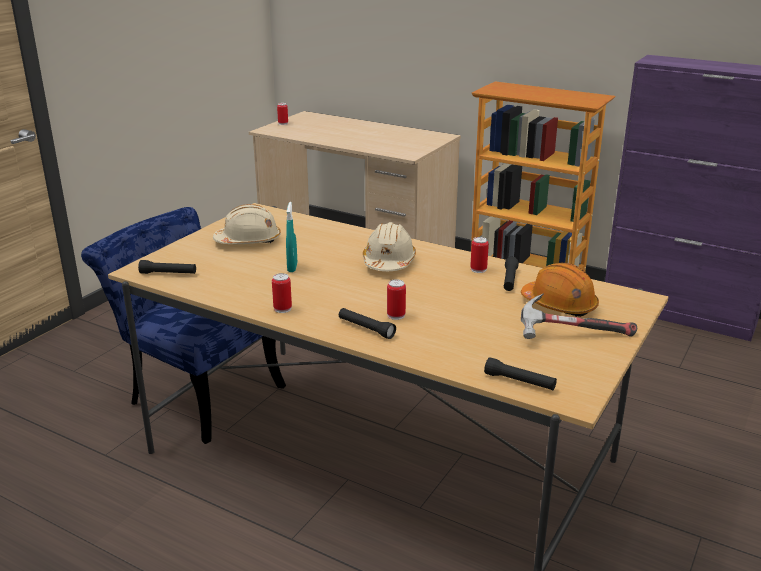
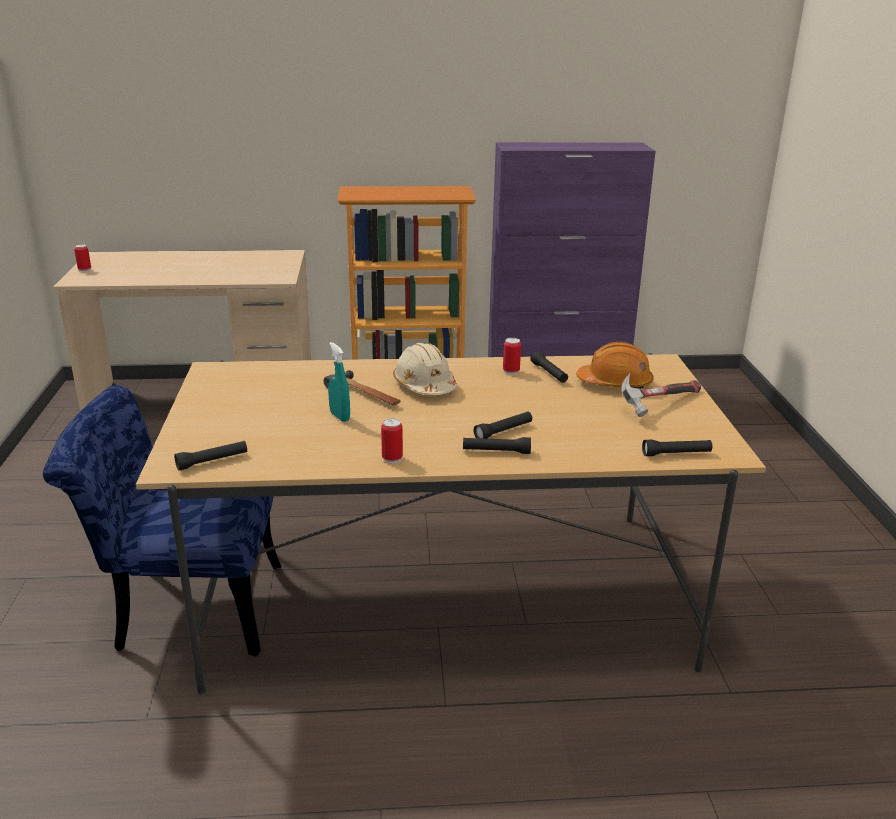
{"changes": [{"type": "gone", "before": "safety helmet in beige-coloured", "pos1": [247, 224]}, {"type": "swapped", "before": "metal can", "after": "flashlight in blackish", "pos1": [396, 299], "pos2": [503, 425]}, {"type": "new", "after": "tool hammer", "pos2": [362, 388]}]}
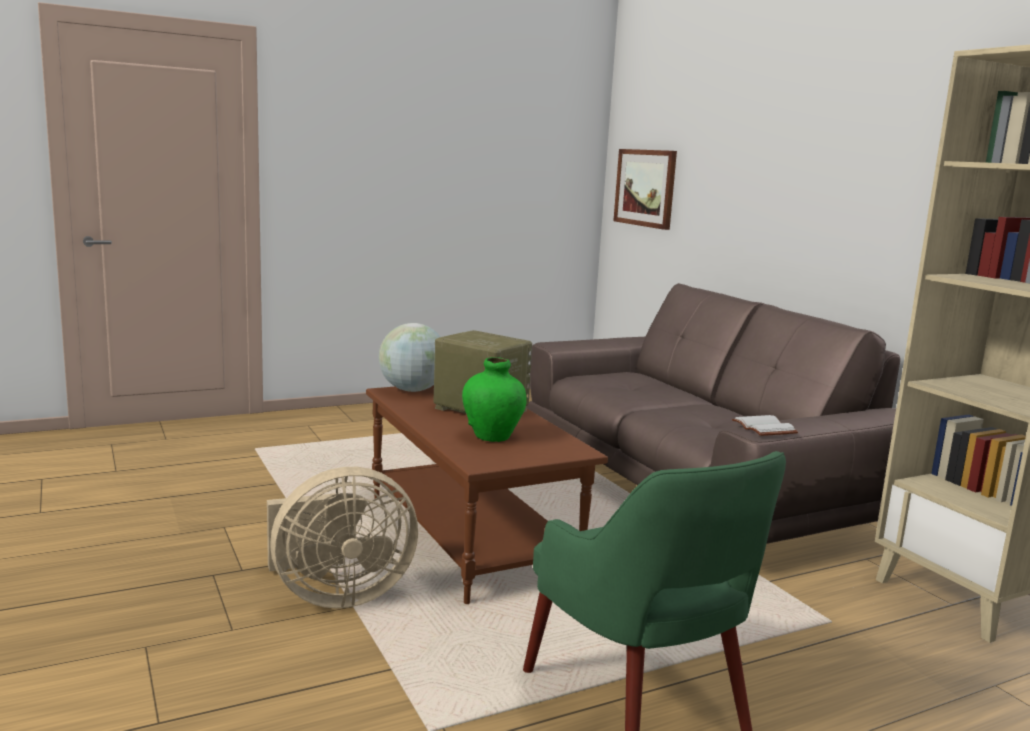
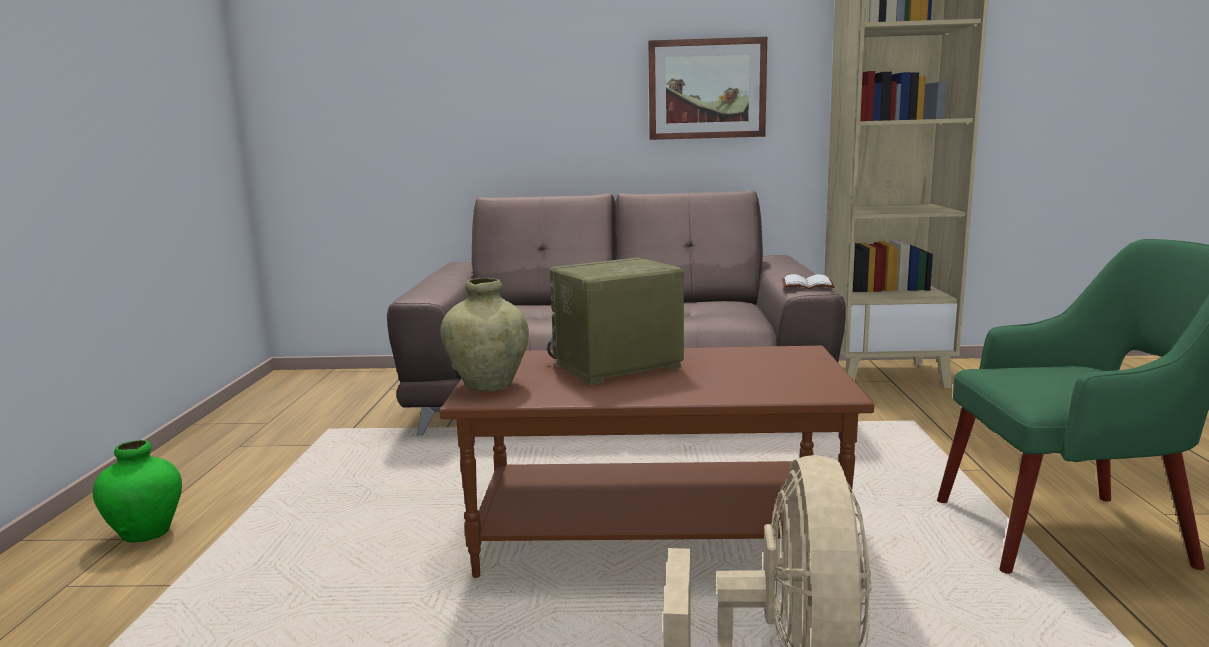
{"changes": [{"type": "shifted", "before": "wall art", "pos1": [645, 189], "pos2": [707, 88]}, {"type": "swapped", "before": "globe", "after": "vase in beige-coloured", "pos1": [409, 357], "pos2": [485, 334]}, {"type": "shifted", "before": "vase in greenish", "pos1": [494, 399], "pos2": [137, 491]}]}
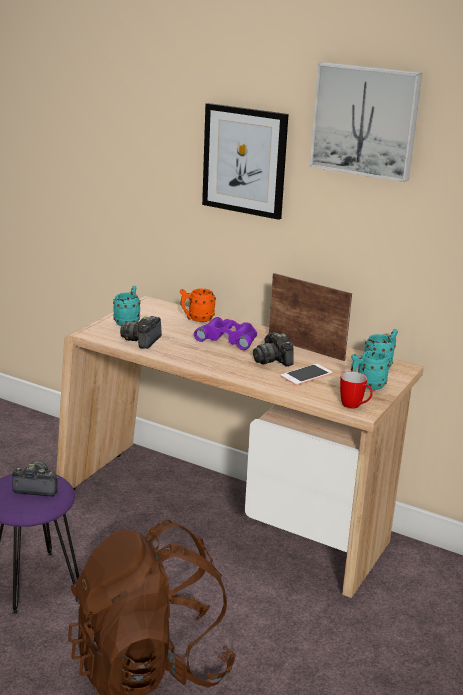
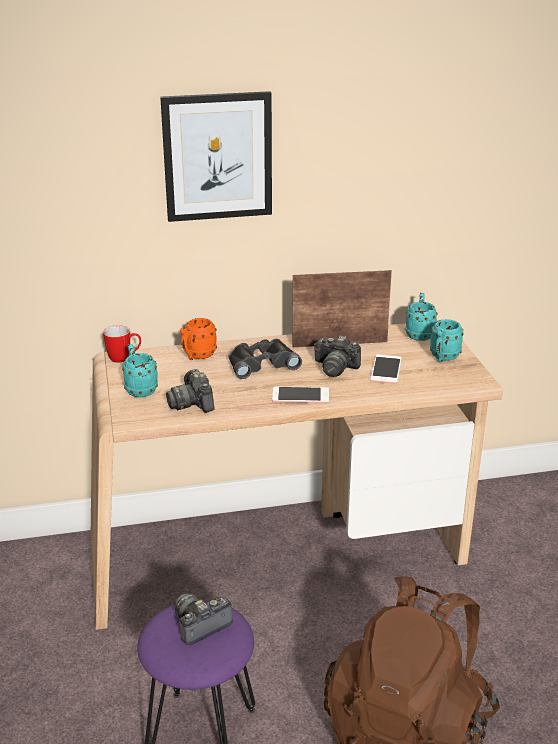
{"changes": [{"type": "gone", "before": "wall art", "pos1": [366, 122]}, {"type": "repainted", "before": "pair of binoculars in purple", "after": "pair of binoculars in blackish", "pos1": [225, 333], "pos2": [265, 359]}, {"type": "shifted", "before": "coffee mug", "pos1": [356, 390], "pos2": [122, 344]}, {"type": "new", "after": "telephone", "pos2": [300, 395]}]}
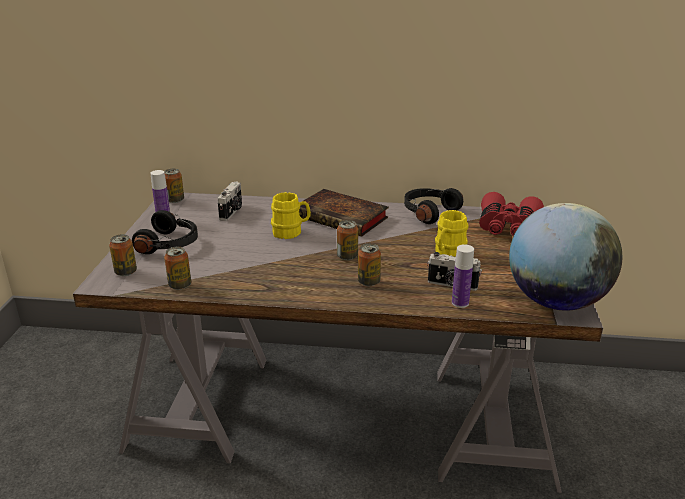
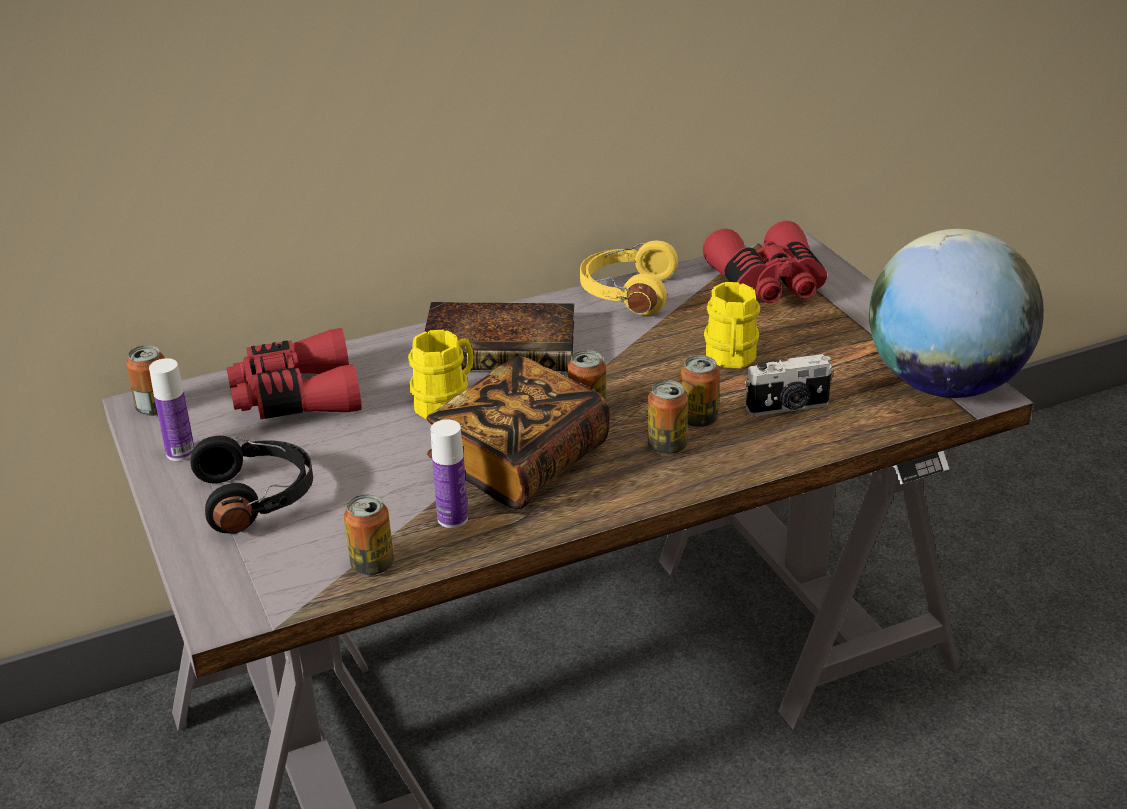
{"changes": [{"type": "swapped", "before": "still camera", "after": "pair of binoculars in red", "pos1": [229, 201], "pos2": [294, 373]}, {"type": "repainted", "before": "pair of headphones in blackish", "after": "pair of headphones in yellow-coloured", "pos1": [433, 206], "pos2": [629, 278]}, {"type": "shifted", "before": "metal can", "pos1": [123, 255], "pos2": [700, 391]}, {"type": "shifted", "before": "drink bottle", "pos1": [463, 276], "pos2": [449, 473]}, {"type": "new", "after": "book", "pos2": [518, 432]}]}
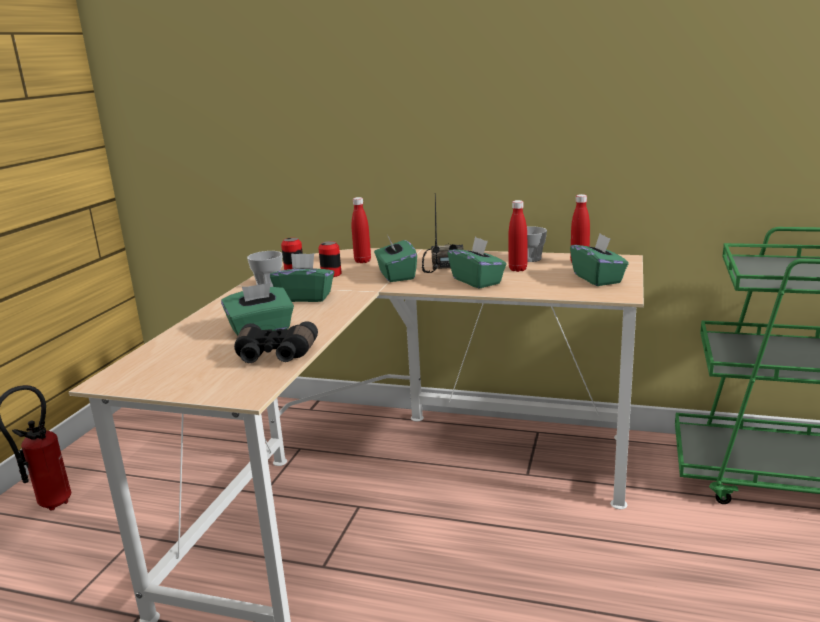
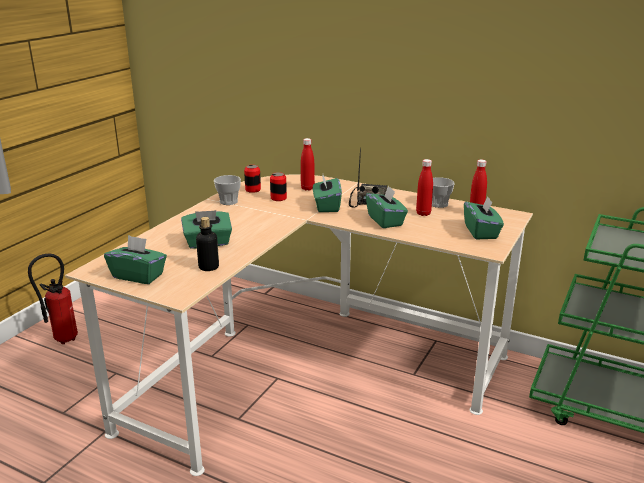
{"changes": [{"type": "shifted", "before": "tissue holder in greenish", "pos1": [302, 277], "pos2": [135, 259]}, {"type": "swapped", "before": "pair of binoculars in blackish", "after": "drink bottle", "pos1": [276, 342], "pos2": [207, 244]}]}
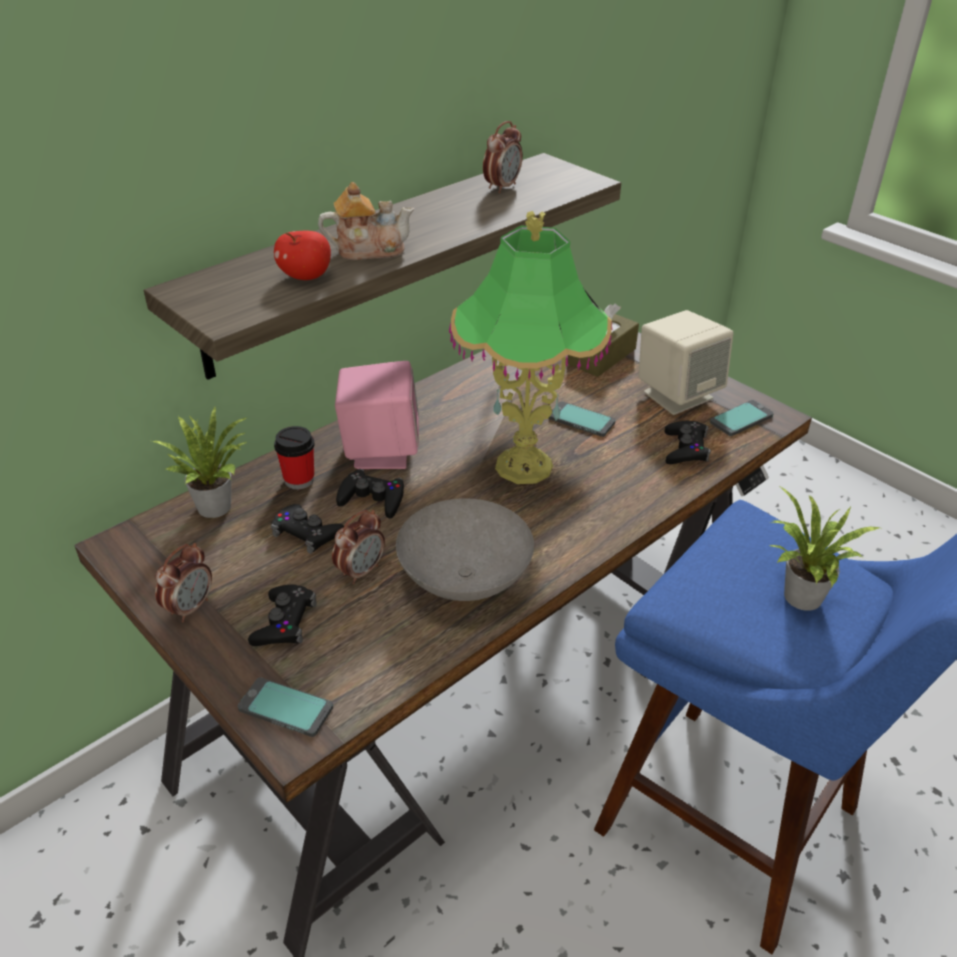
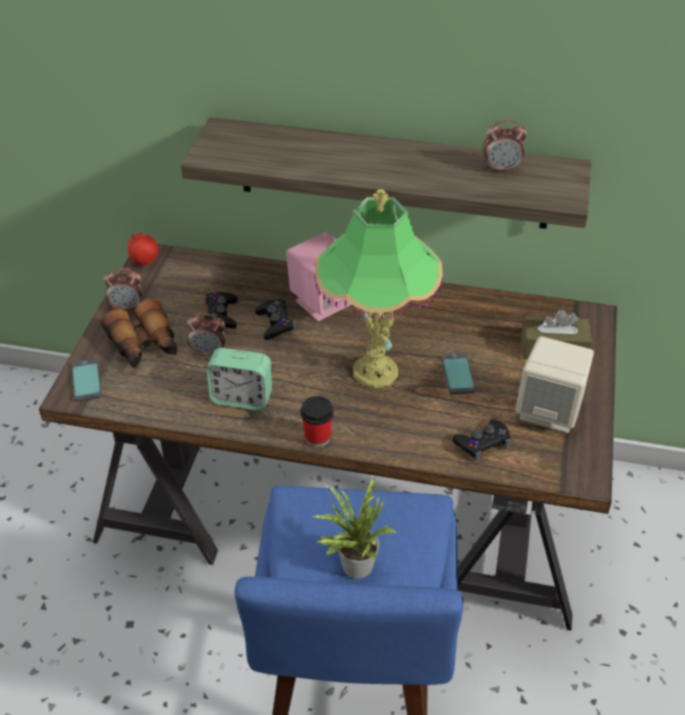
{"changes": [{"type": "gone", "before": "pot for tea", "pos1": [366, 221]}, {"type": "shifted", "before": "apple", "pos1": [302, 255], "pos2": [143, 249]}, {"type": "gone", "before": "telephone", "pos1": [742, 418]}, {"type": "gone", "before": "plant in a pot", "pos1": [200, 462]}, {"type": "shifted", "before": "small cup", "pos1": [294, 457], "pos2": [317, 421]}, {"type": "swapped", "before": "bowl in grey", "after": "alarm clock", "pos1": [465, 549], "pos2": [239, 379]}, {"type": "swapped", "before": "gamepad in blackish", "after": "pair of binoculars", "pos1": [282, 615], "pos2": [139, 333]}]}
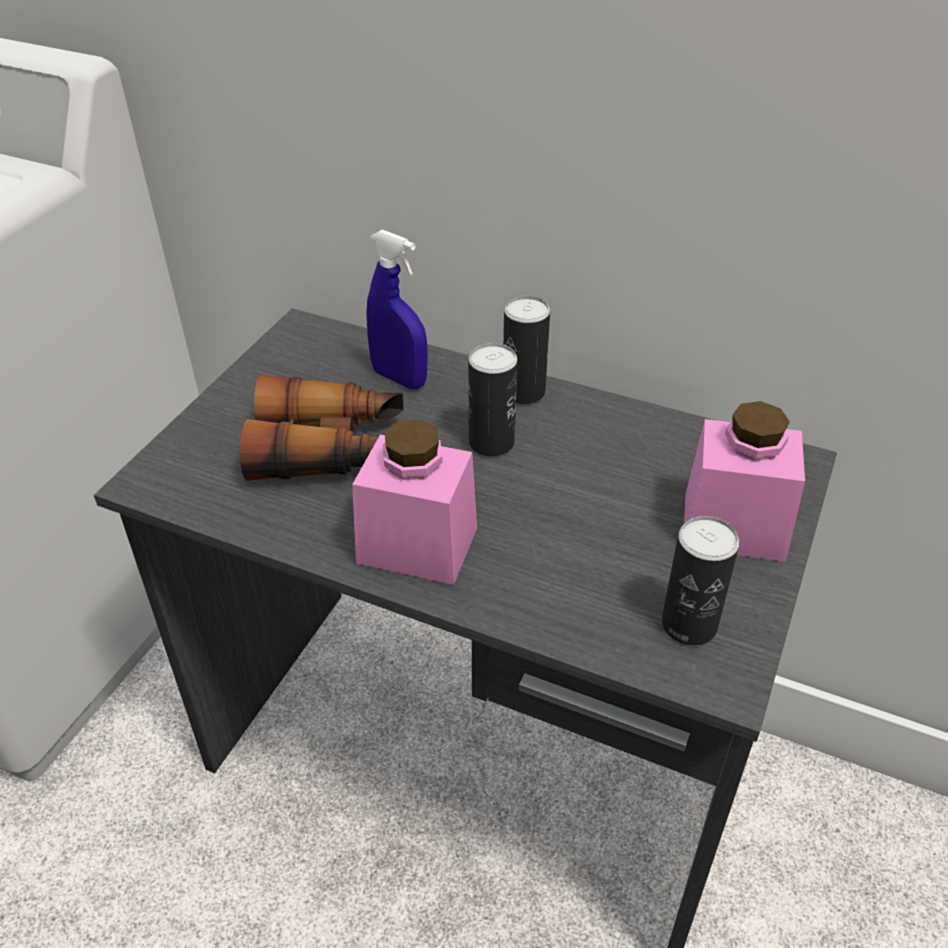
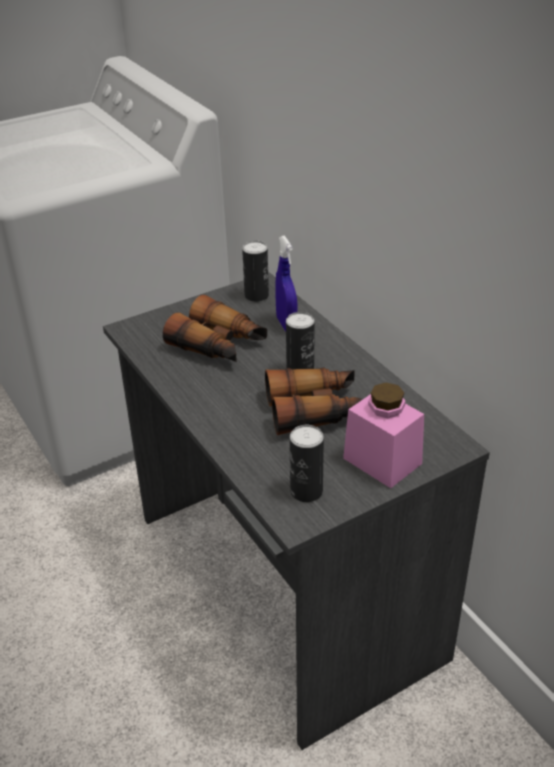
{"changes": [{"type": "shifted", "before": "metal can", "pos1": [526, 350], "pos2": [255, 271]}, {"type": "gone", "before": "preserve jar in pink", "pos1": [414, 502]}, {"type": "new", "after": "pair of binoculars", "pos2": [314, 401]}]}
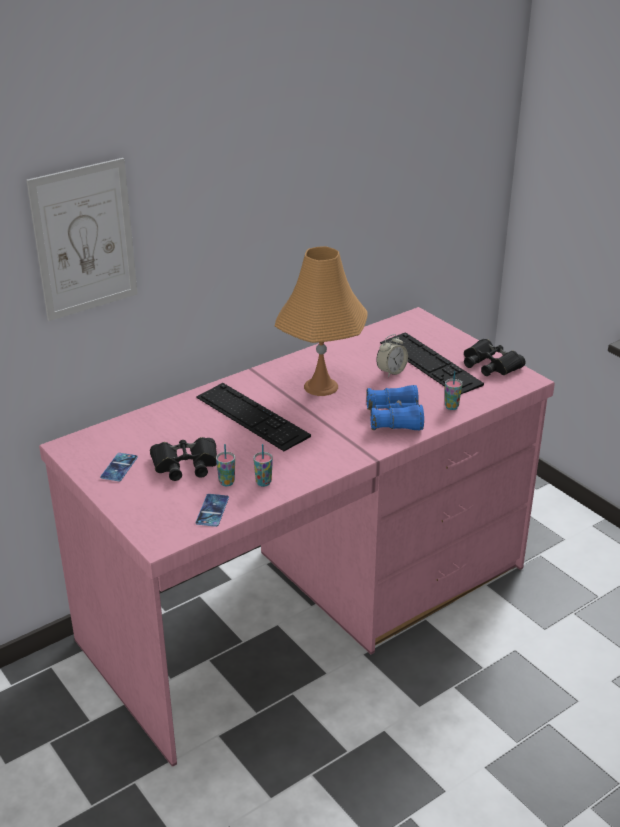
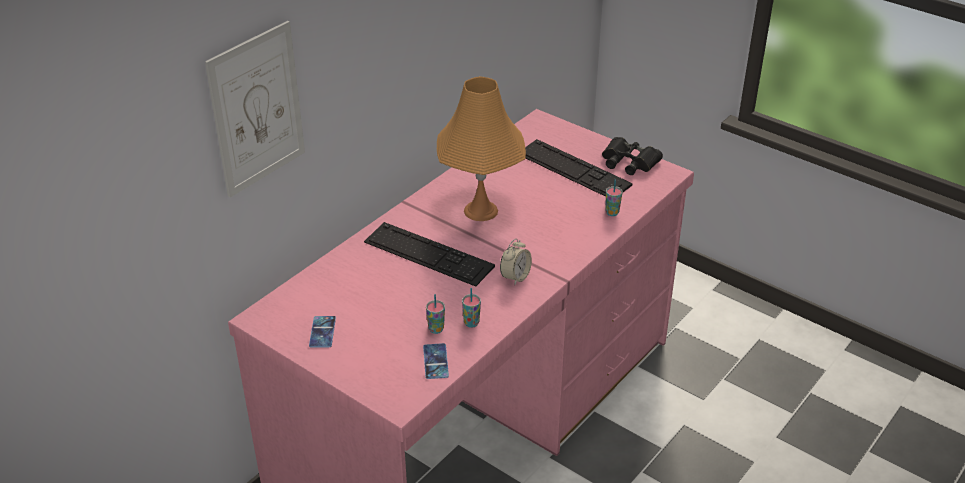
{"changes": [{"type": "shifted", "before": "alarm clock", "pos1": [392, 355], "pos2": [516, 262]}, {"type": "gone", "before": "pair of binoculars in blue", "pos1": [395, 408]}, {"type": "gone", "before": "pair of binoculars in blackish", "pos1": [183, 459]}]}
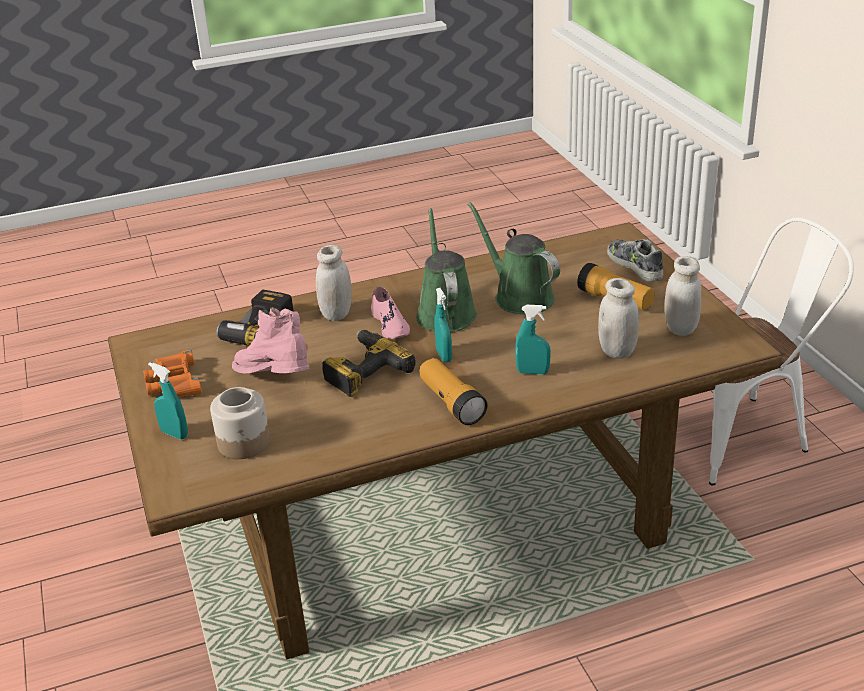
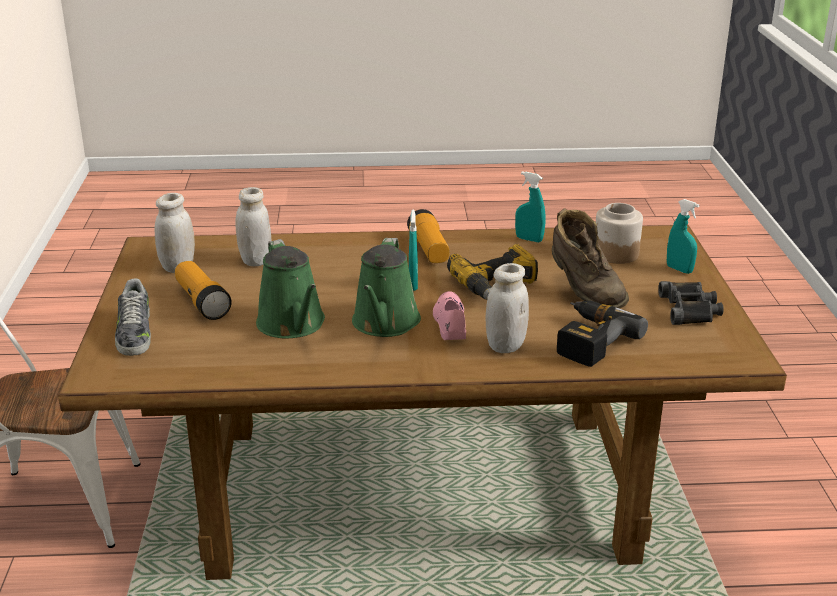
{"changes": [{"type": "shifted", "before": "spray bottle in turquoise-coloured", "pos1": [533, 340], "pos2": [530, 206]}, {"type": "repainted", "before": "tall boot in pink", "after": "tall boot in brown-coloured", "pos1": [270, 340], "pos2": [590, 258]}, {"type": "repainted", "before": "pair of binoculars in orangey", "after": "pair of binoculars in blackish", "pos1": [172, 373], "pos2": [691, 303]}]}
